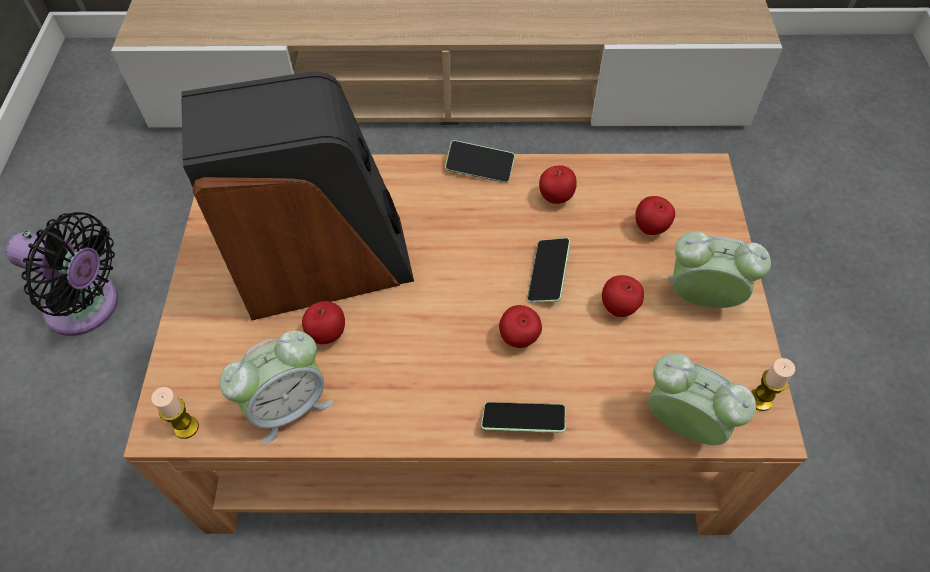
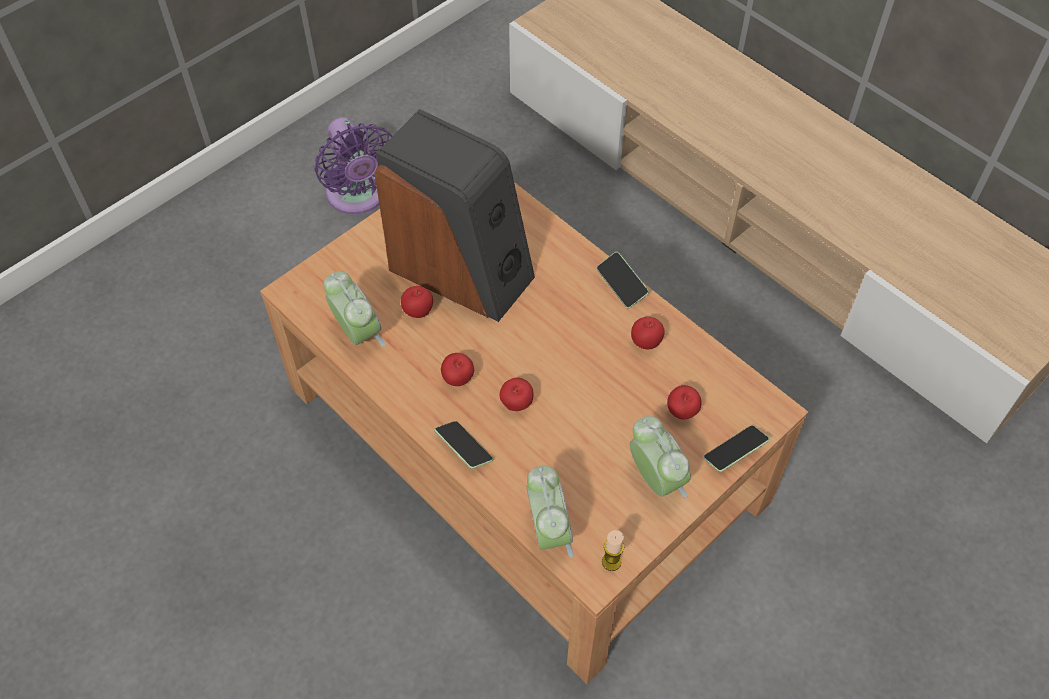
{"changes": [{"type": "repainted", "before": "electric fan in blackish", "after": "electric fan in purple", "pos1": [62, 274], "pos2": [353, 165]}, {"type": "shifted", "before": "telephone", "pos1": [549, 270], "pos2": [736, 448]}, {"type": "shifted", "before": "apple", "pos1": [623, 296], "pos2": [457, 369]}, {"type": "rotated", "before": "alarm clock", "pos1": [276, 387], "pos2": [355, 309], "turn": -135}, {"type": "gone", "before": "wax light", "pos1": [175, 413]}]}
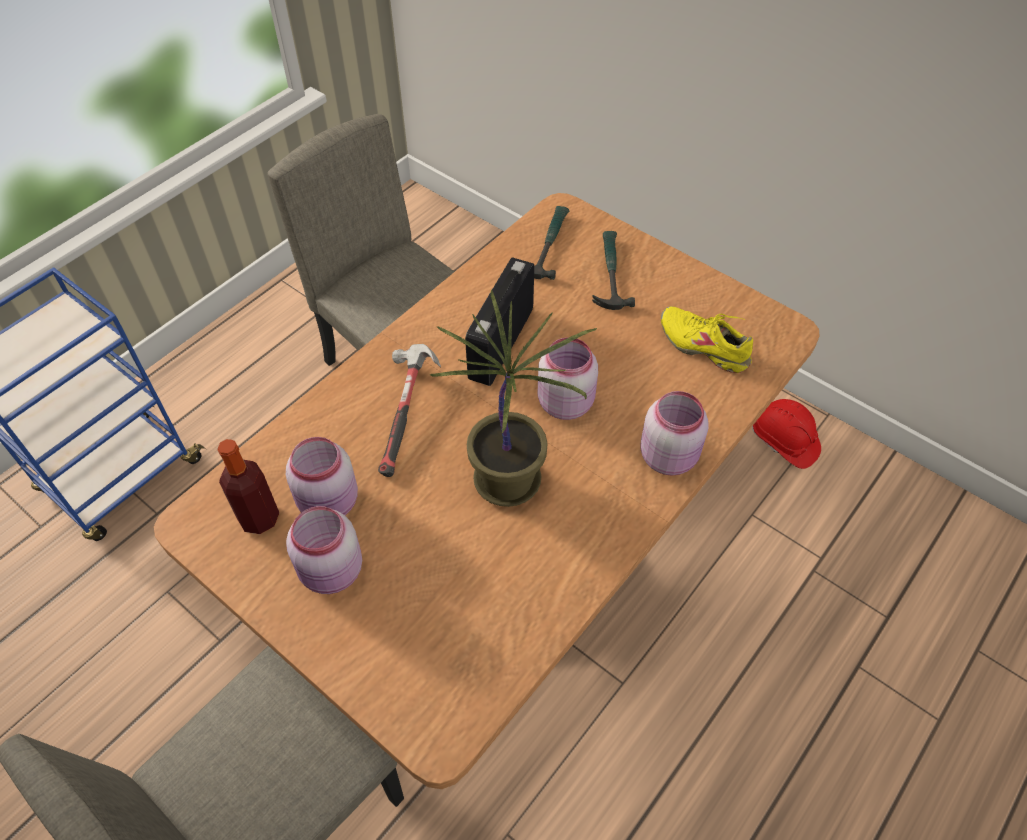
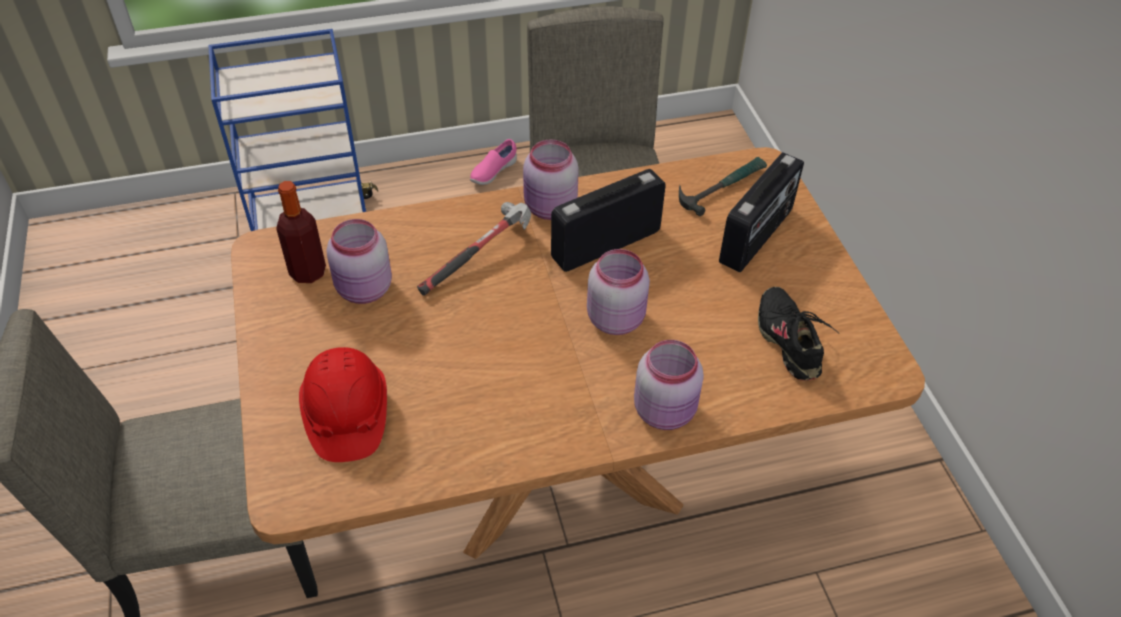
{"changes": [{"type": "swapped", "before": "tool hammer", "after": "radio", "pos1": [613, 270], "pos2": [761, 212]}, {"type": "gone", "before": "plant in a pot", "pos1": [513, 398]}, {"type": "repainted", "before": "low shoe in yellow-coloured", "after": "low shoe in blackish", "pos1": [707, 339], "pos2": [798, 334]}, {"type": "shifted", "before": "safety helmet in red", "pos1": [786, 434], "pos2": [343, 404]}, {"type": "shifted", "before": "preserve jar in pink", "pos1": [324, 550], "pos2": [551, 179]}, {"type": "new", "after": "low shoe in pink", "pos2": [493, 162]}]}
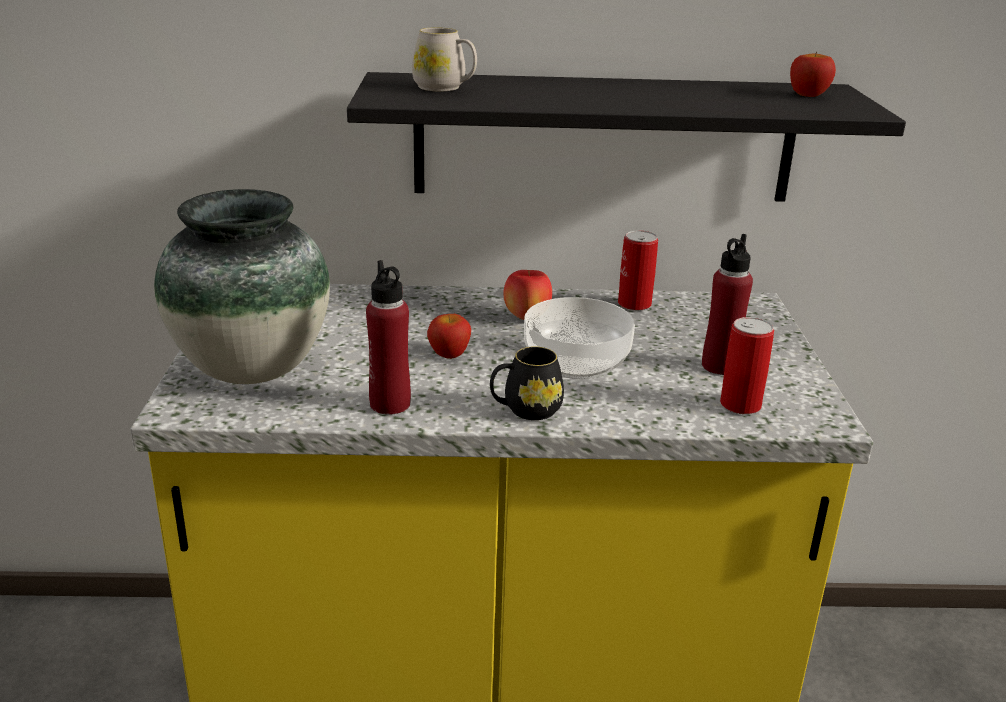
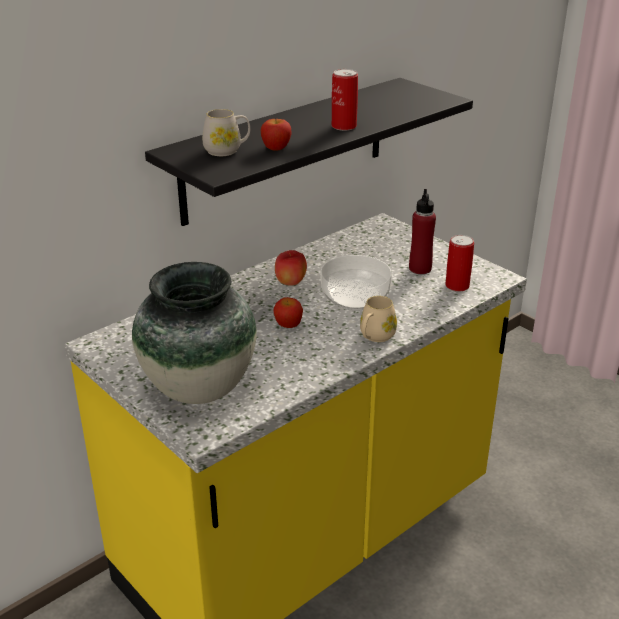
{"changes": [{"type": "shifted", "before": "apple", "pos1": [813, 74], "pos2": [276, 135]}, {"type": "shifted", "before": "metal can", "pos1": [638, 271], "pos2": [345, 100]}, {"type": "gone", "before": "drink bottle in red", "pos1": [388, 337]}, {"type": "repainted", "before": "coffee mug in blackish", "after": "coffee mug in beige-coloured", "pos1": [527, 383], "pos2": [378, 319]}]}
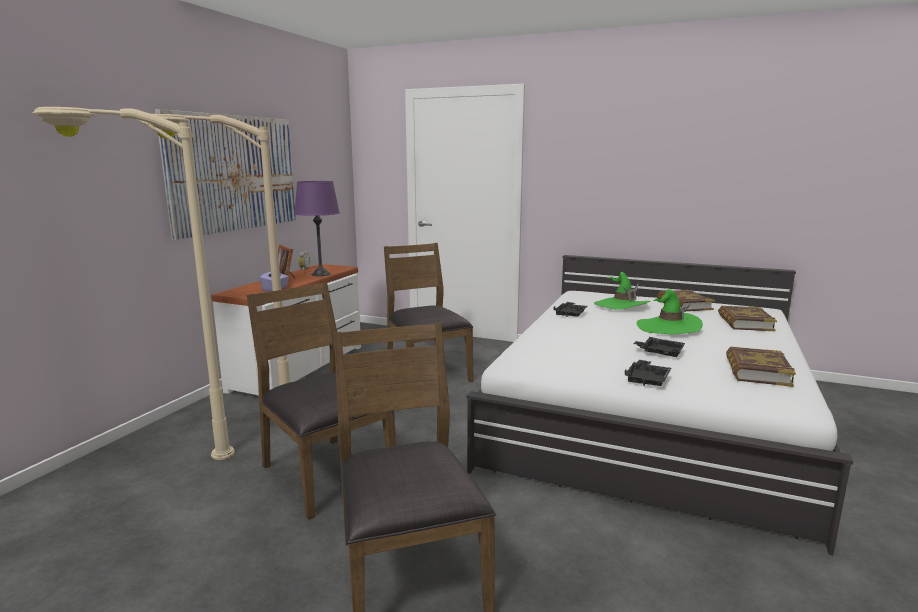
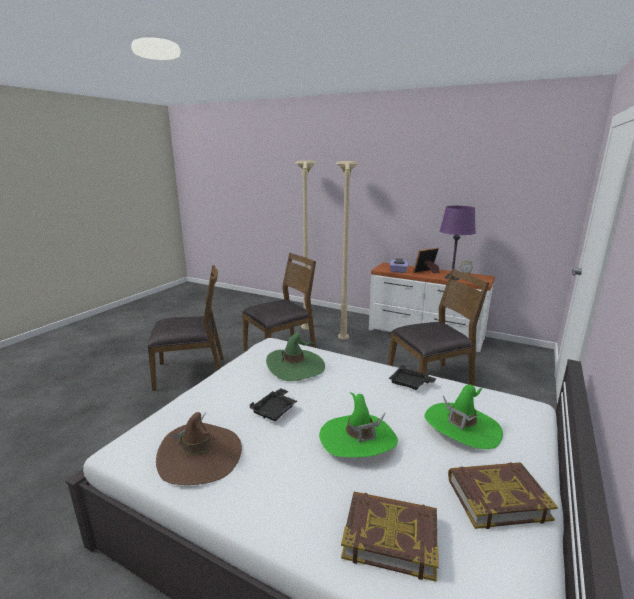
{"changes": [{"type": "gone", "before": "wall art", "pos1": [225, 174]}, {"type": "swapped", "before": "book", "after": "clothing hat in brown-coloured", "pos1": [761, 367], "pos2": [199, 448]}, {"type": "gone", "before": "serving tray in blackish", "pos1": [647, 373]}, {"type": "new", "after": "clothing hat in greenish", "pos2": [295, 356]}]}
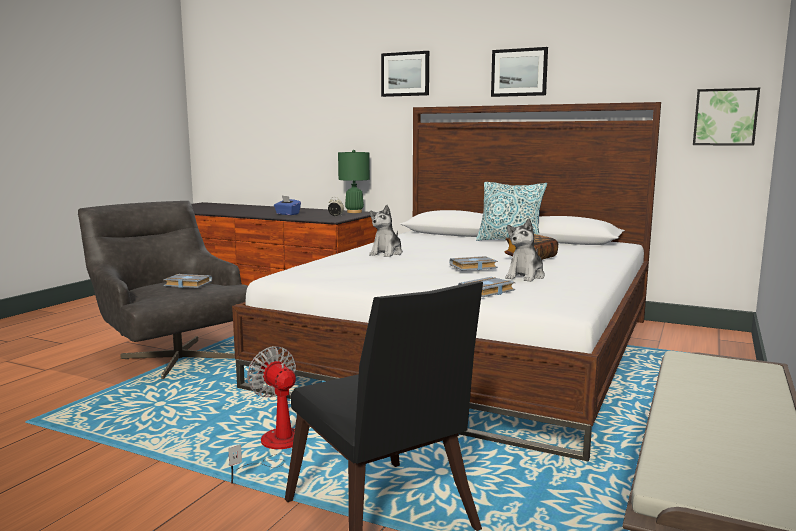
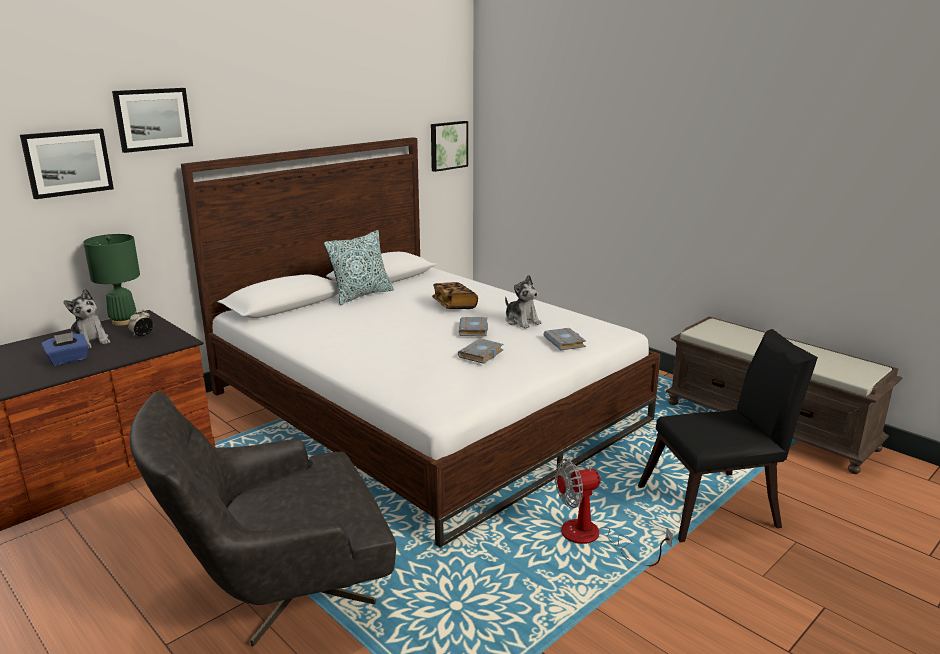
{"changes": [{"type": "shifted", "before": "wall art", "pos1": [519, 72], "pos2": [67, 163]}, {"type": "shifted", "before": "soft toy", "pos1": [386, 231], "pos2": [86, 319]}, {"type": "shifted", "before": "book in grey", "pos1": [187, 281], "pos2": [481, 351]}]}
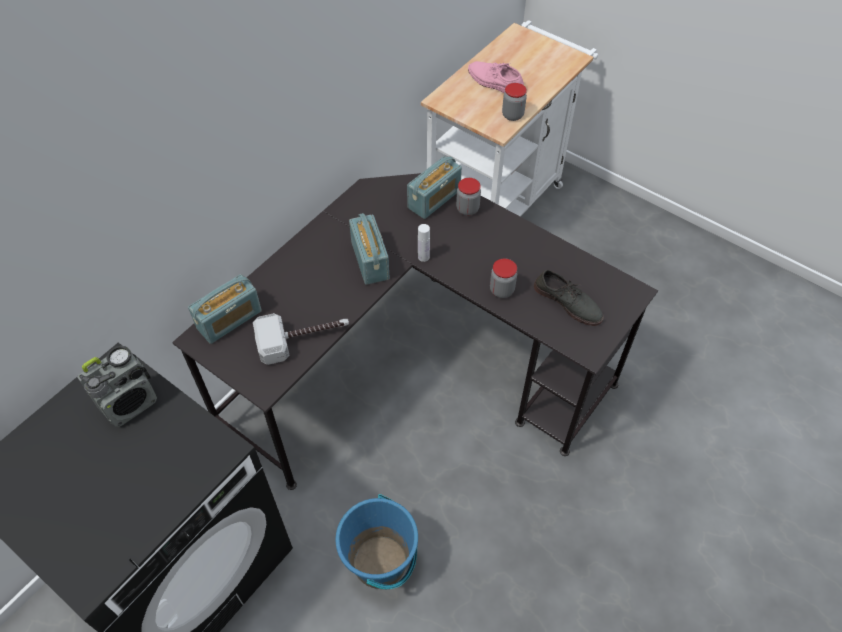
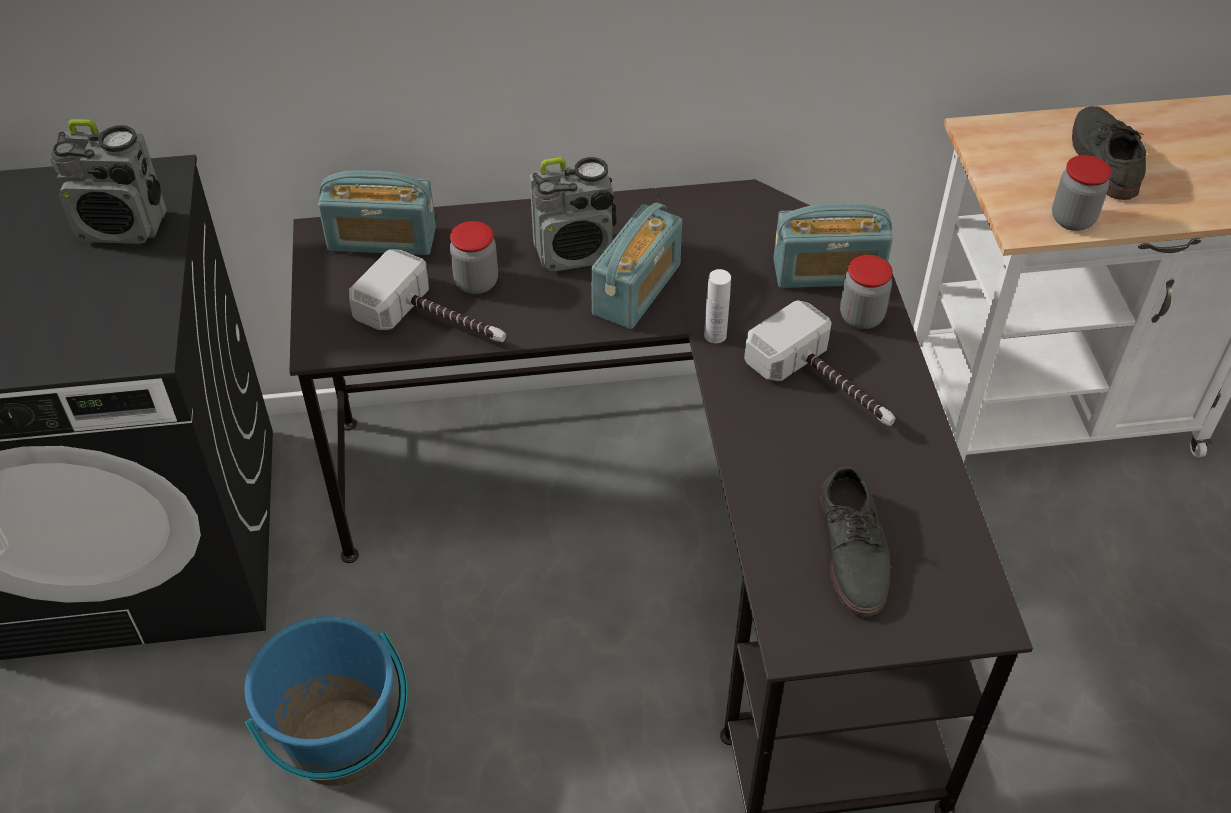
{"changes": [{"type": "repainted", "before": "low shoe in pink", "after": "low shoe in grey", "pos1": [496, 77], "pos2": [1109, 153]}, {"type": "shifted", "before": "preserve jar", "pos1": [503, 278], "pos2": [474, 257]}, {"type": "new", "after": "radio", "pos2": [573, 214]}, {"type": "new", "after": "tool hammer", "pos2": [820, 363]}]}
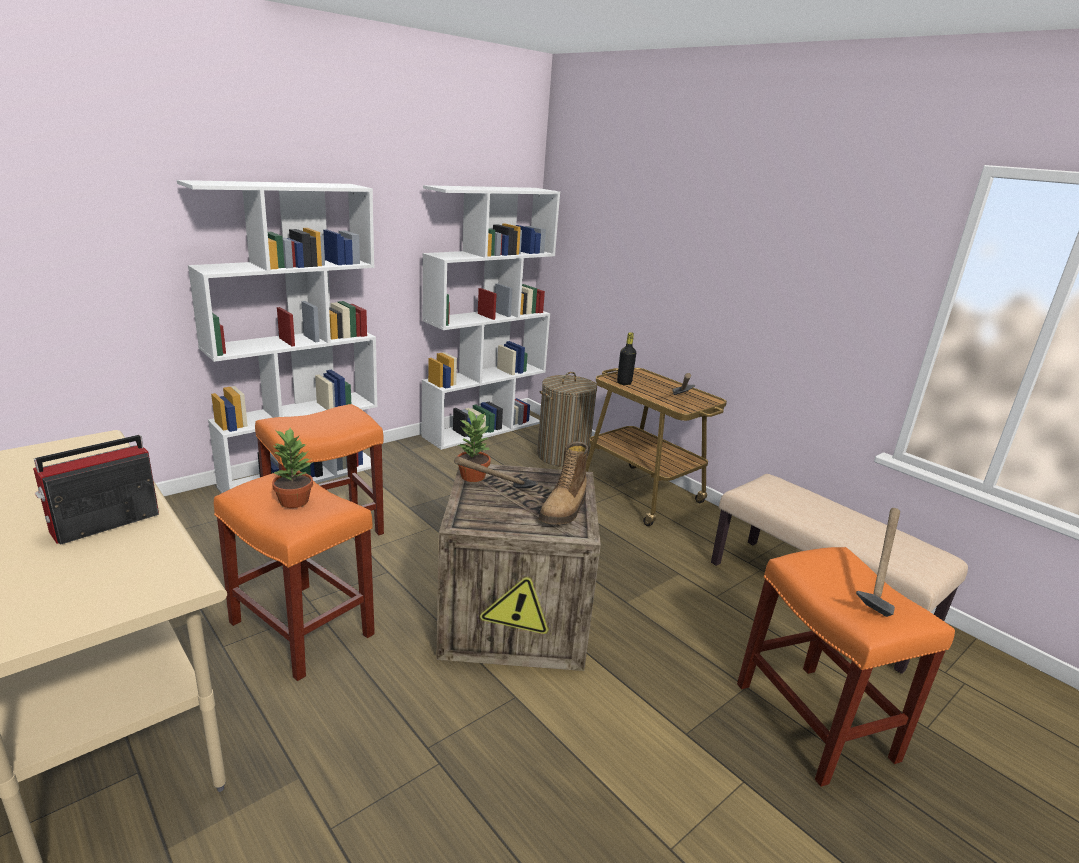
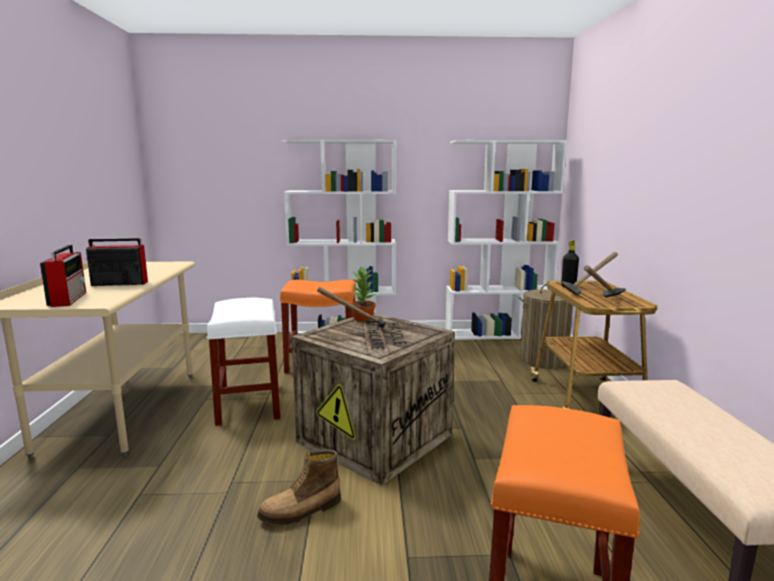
{"changes": [{"type": "gone", "before": "plant in a pot", "pos1": [292, 468]}, {"type": "shifted", "before": "tall boot", "pos1": [563, 483], "pos2": [299, 487]}, {"type": "repainted", "before": "sitting stool in orangey", "after": "sitting stool in white-coloured", "pos1": [294, 575], "pos2": [243, 362]}, {"type": "shifted", "before": "tool hammer", "pos1": [878, 562], "pos2": [590, 274]}, {"type": "new", "after": "radio", "pos2": [63, 276]}]}
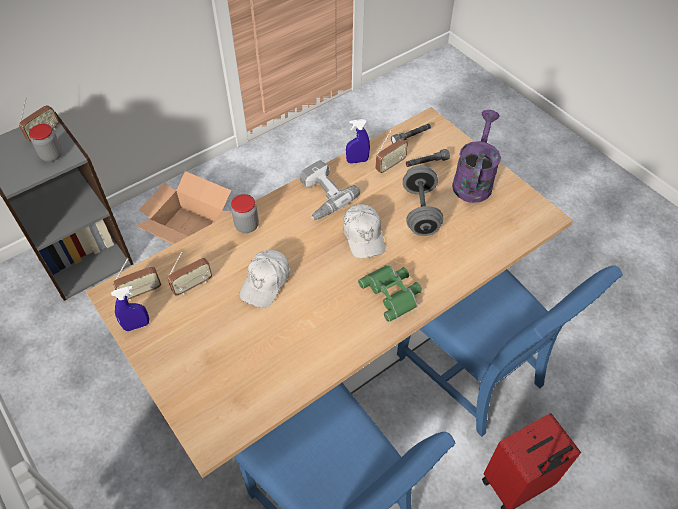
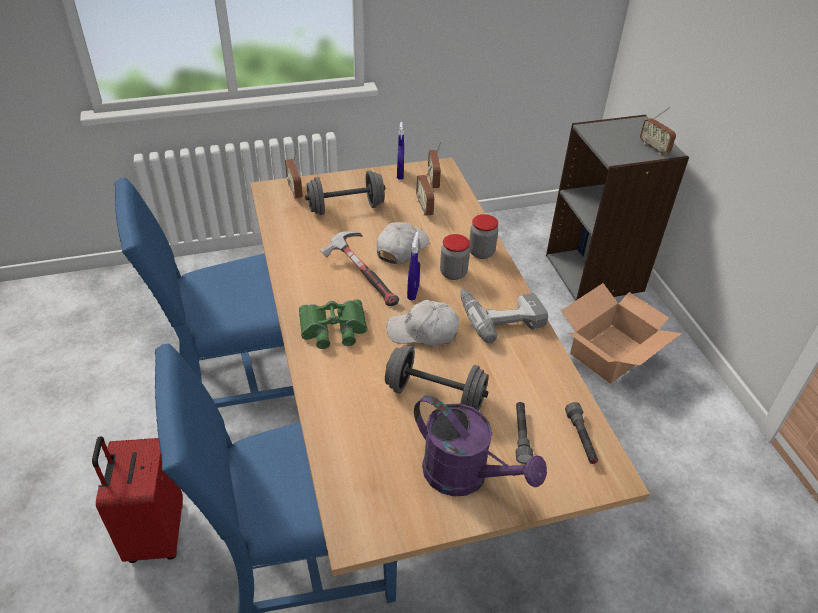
{"changes": [{"type": "shifted", "before": "spray bottle in blue", "pos1": [358, 141], "pos2": [413, 266]}, {"type": "shifted", "before": "preserve jar", "pos1": [45, 143], "pos2": [455, 257]}, {"type": "shifted", "before": "radio", "pos1": [392, 151], "pos2": [294, 174]}, {"type": "rotated", "before": "baseball cap in white-coloured", "pos1": [264, 279], "pos2": [403, 243], "turn": 75}, {"type": "new", "after": "hand weight in grey", "pos2": [345, 192]}, {"type": "new", "after": "tool hammer", "pos2": [359, 268]}]}
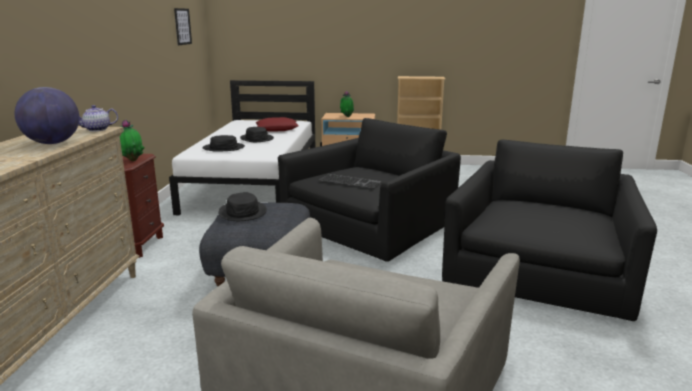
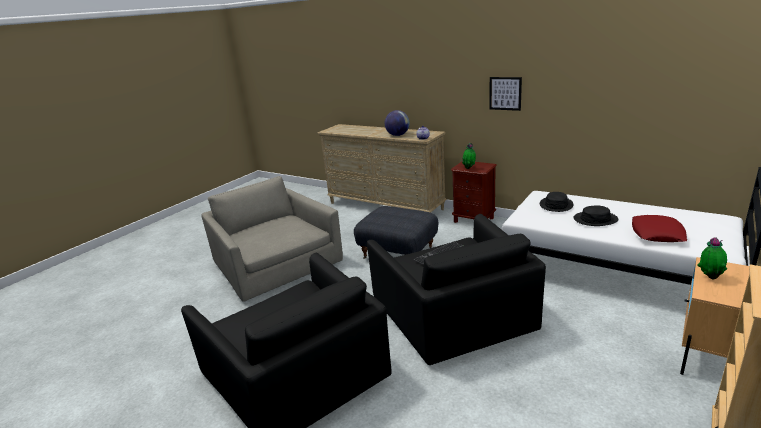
{"changes": [{"type": "shifted", "before": "wall art", "pos1": [183, 26], "pos2": [505, 94]}, {"type": "gone", "before": "clothing hat in blackish", "pos1": [242, 206]}]}
